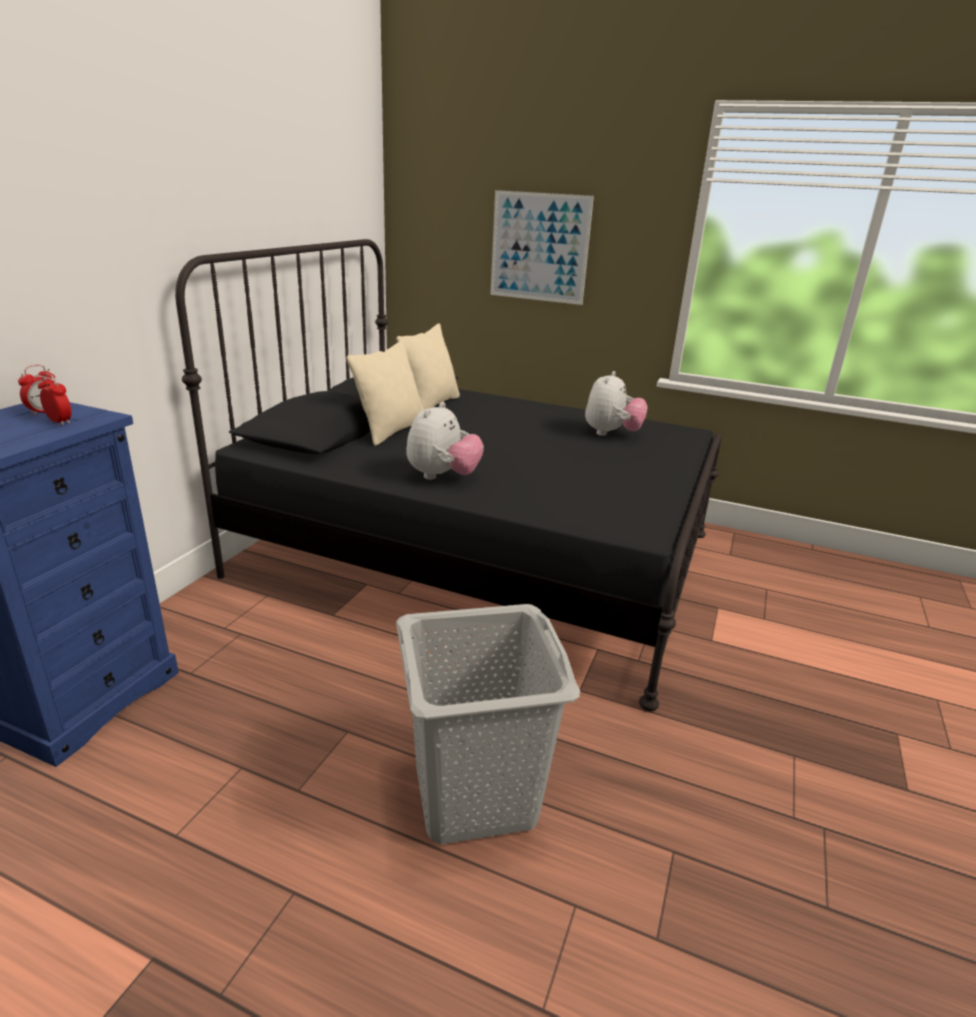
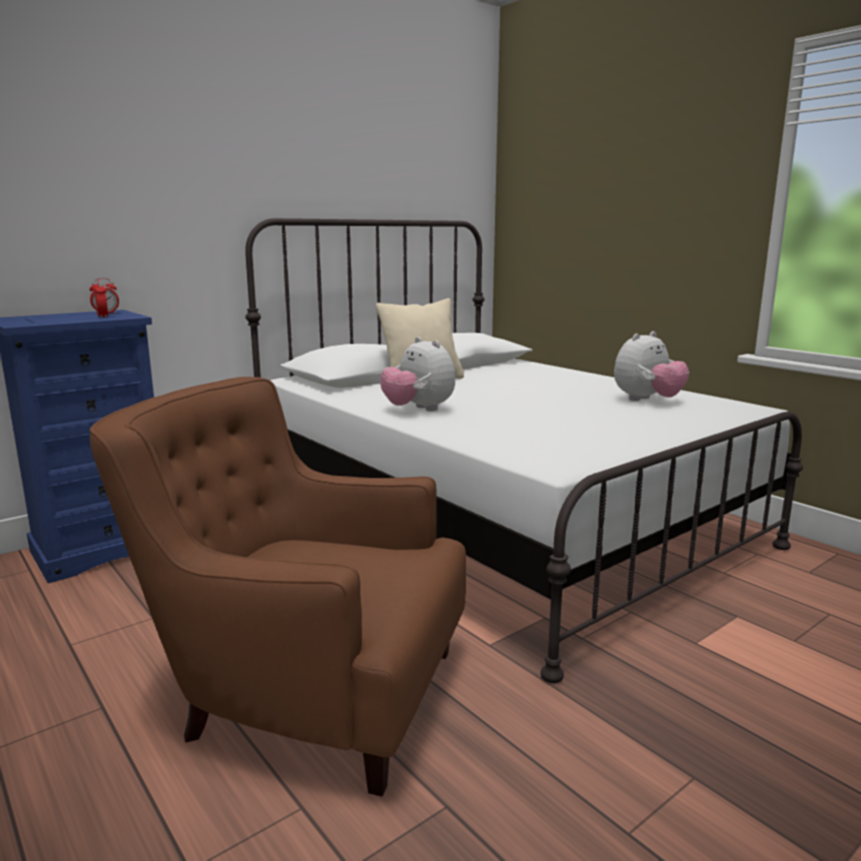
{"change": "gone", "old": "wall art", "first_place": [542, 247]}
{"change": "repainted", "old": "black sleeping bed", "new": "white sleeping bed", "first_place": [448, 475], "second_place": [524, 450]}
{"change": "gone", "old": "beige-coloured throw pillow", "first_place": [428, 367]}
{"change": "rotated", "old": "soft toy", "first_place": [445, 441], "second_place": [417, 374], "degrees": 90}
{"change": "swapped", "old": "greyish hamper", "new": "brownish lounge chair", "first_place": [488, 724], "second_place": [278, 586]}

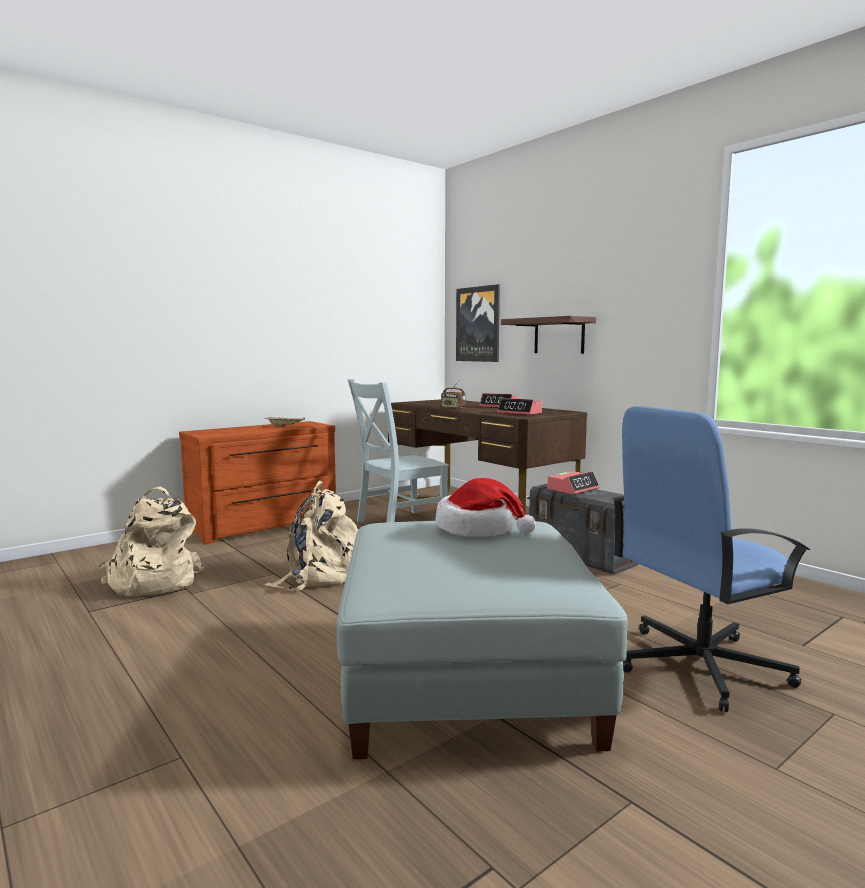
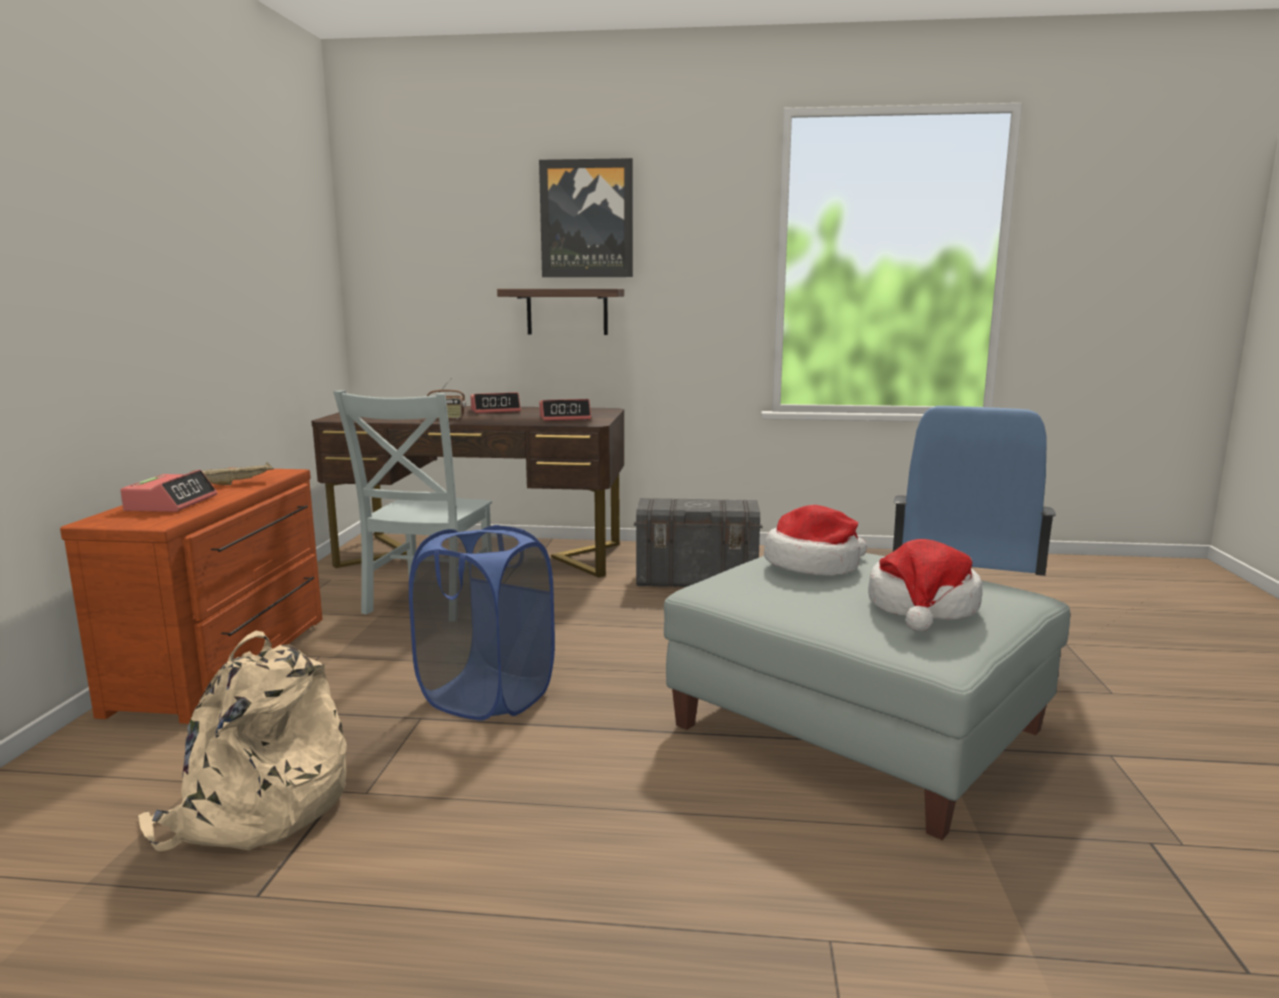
{"change": "shifted", "old": "wall art", "first_place": [478, 323], "second_place": [586, 217]}
{"change": "shifted", "old": "bedside clock", "first_place": [573, 483], "second_place": [168, 490]}
{"change": "swapped", "old": "beige-coloured backpack", "new": "blue hamper", "first_place": [311, 535], "second_place": [482, 622]}
{"change": "new", "new": "clothing hat", "second_place": [925, 585]}

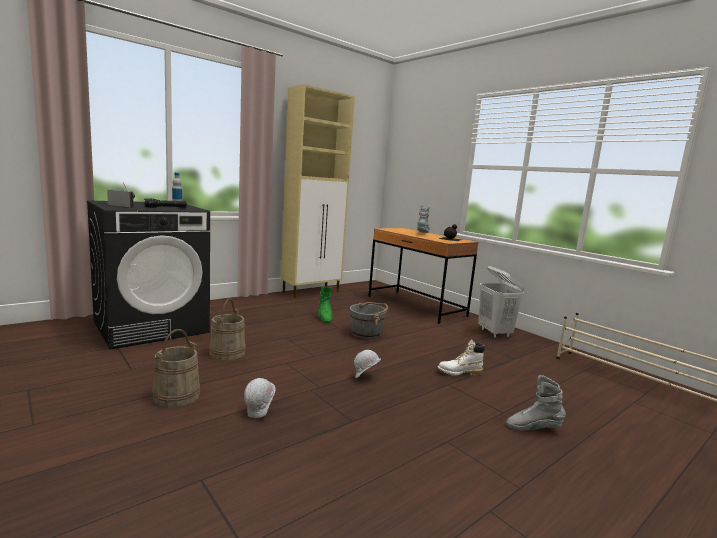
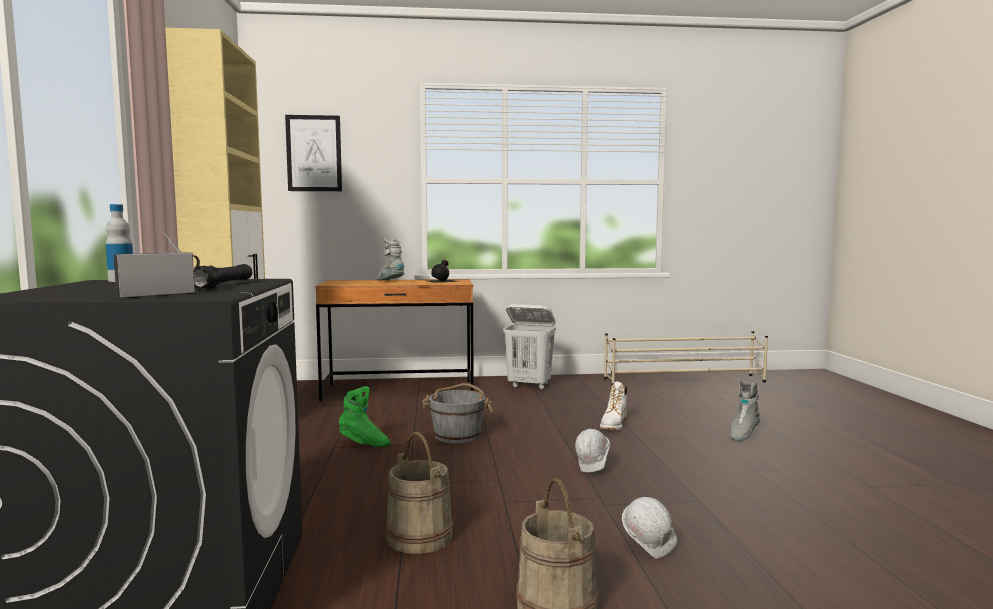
{"change": "new", "new": "wall art", "second_place": [313, 153]}

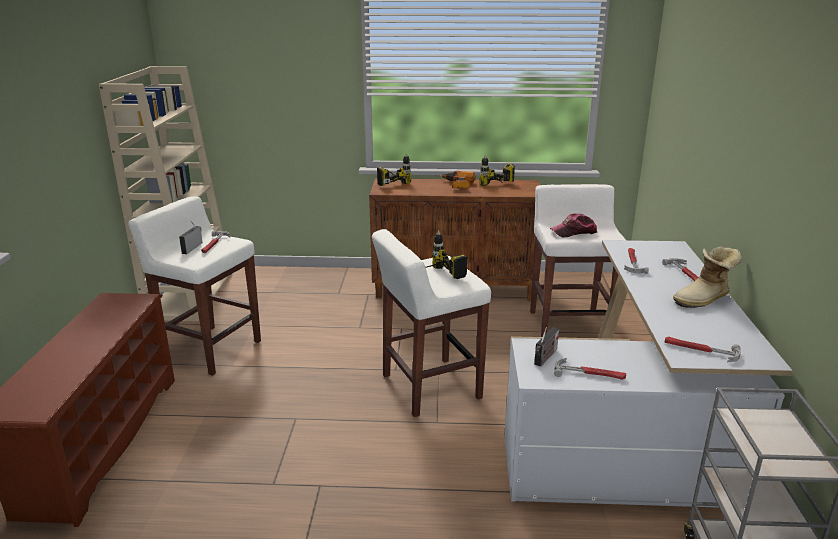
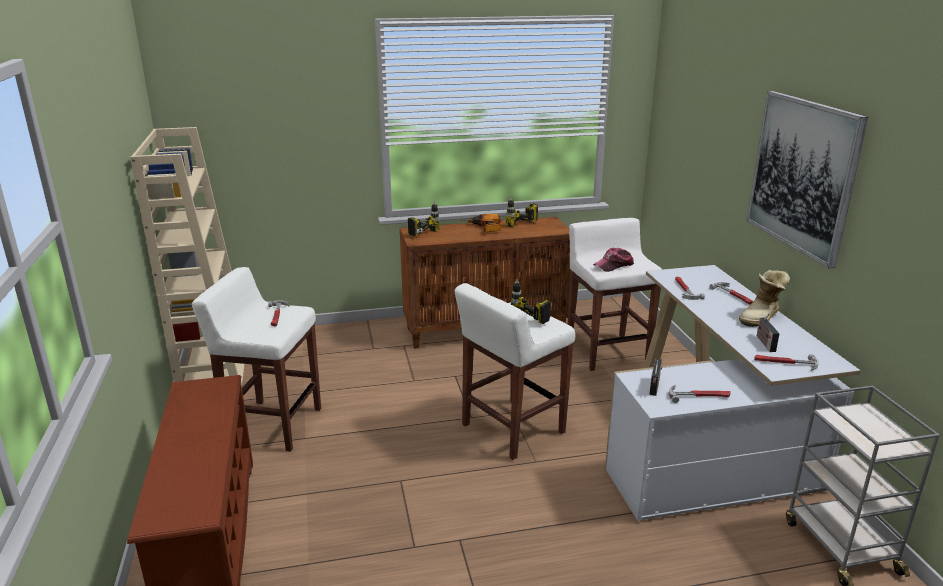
{"change": "shifted", "old": "radio receiver", "first_place": [191, 237], "second_place": [768, 332]}
{"change": "new", "new": "wall art", "second_place": [807, 179]}

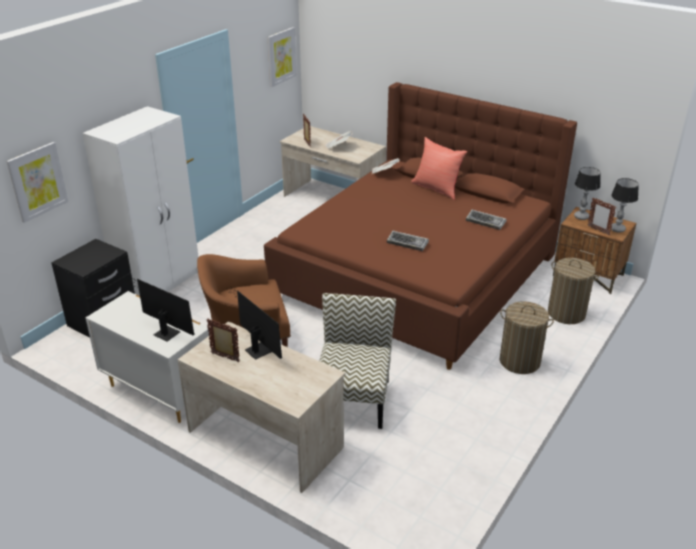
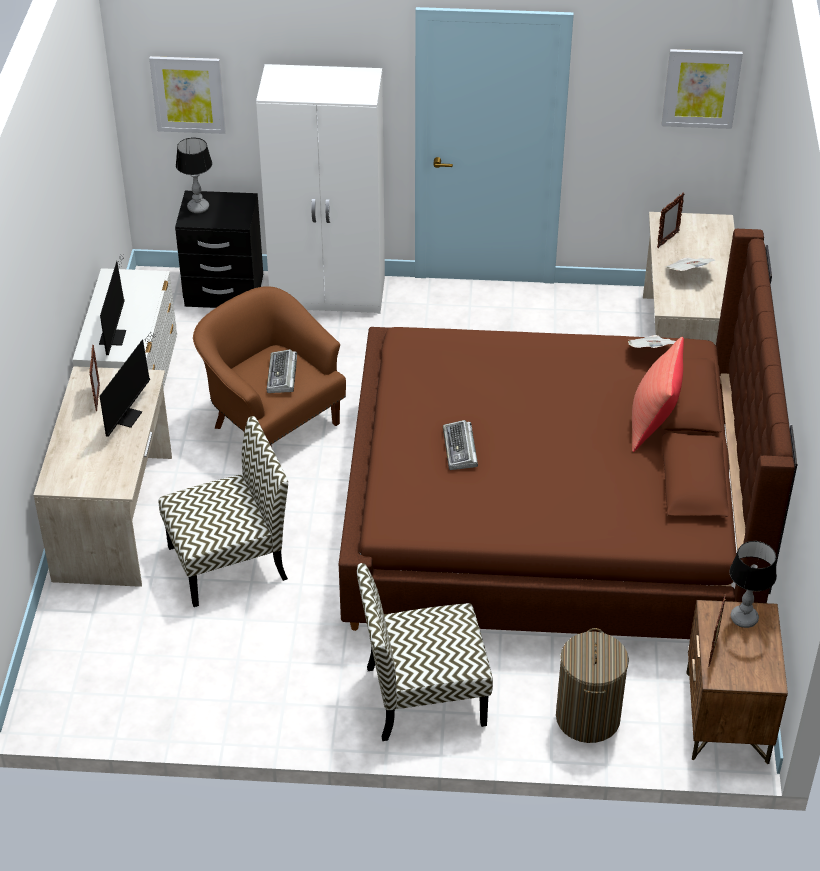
{"change": "shifted", "old": "tabletop lamp", "first_place": [625, 205], "second_place": [194, 175]}
{"change": "shifted", "old": "PC keyboard", "first_place": [486, 220], "second_place": [281, 371]}
{"change": "swapped", "old": "hamper", "new": "chair", "first_place": [527, 337], "second_place": [425, 652]}

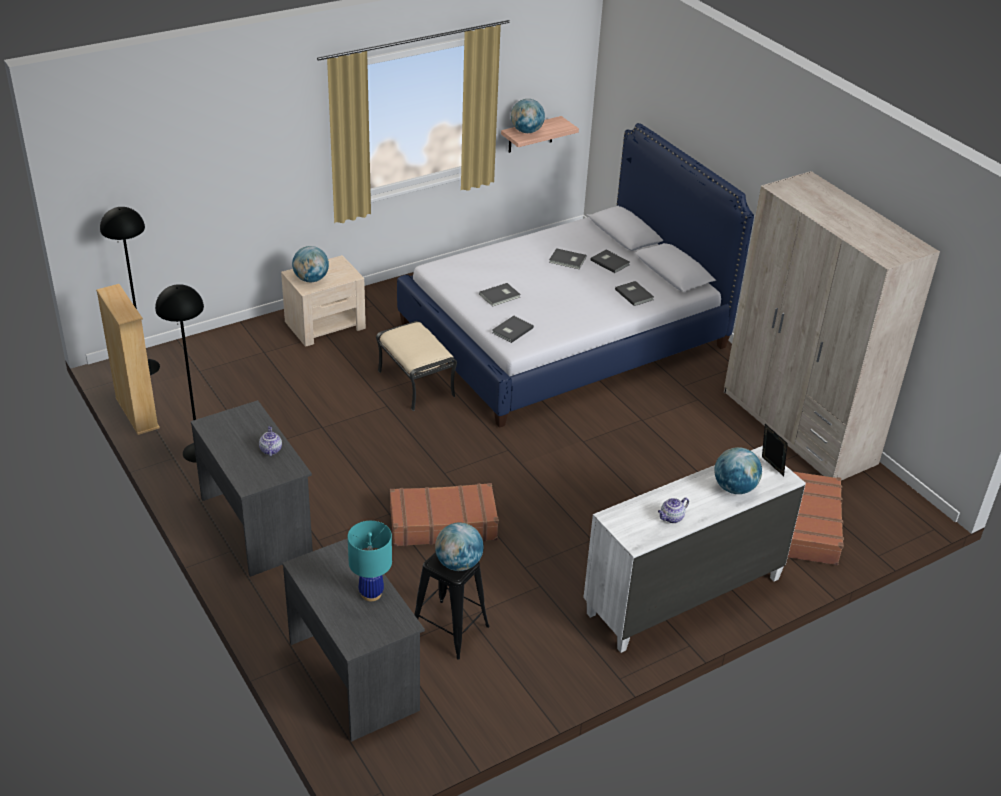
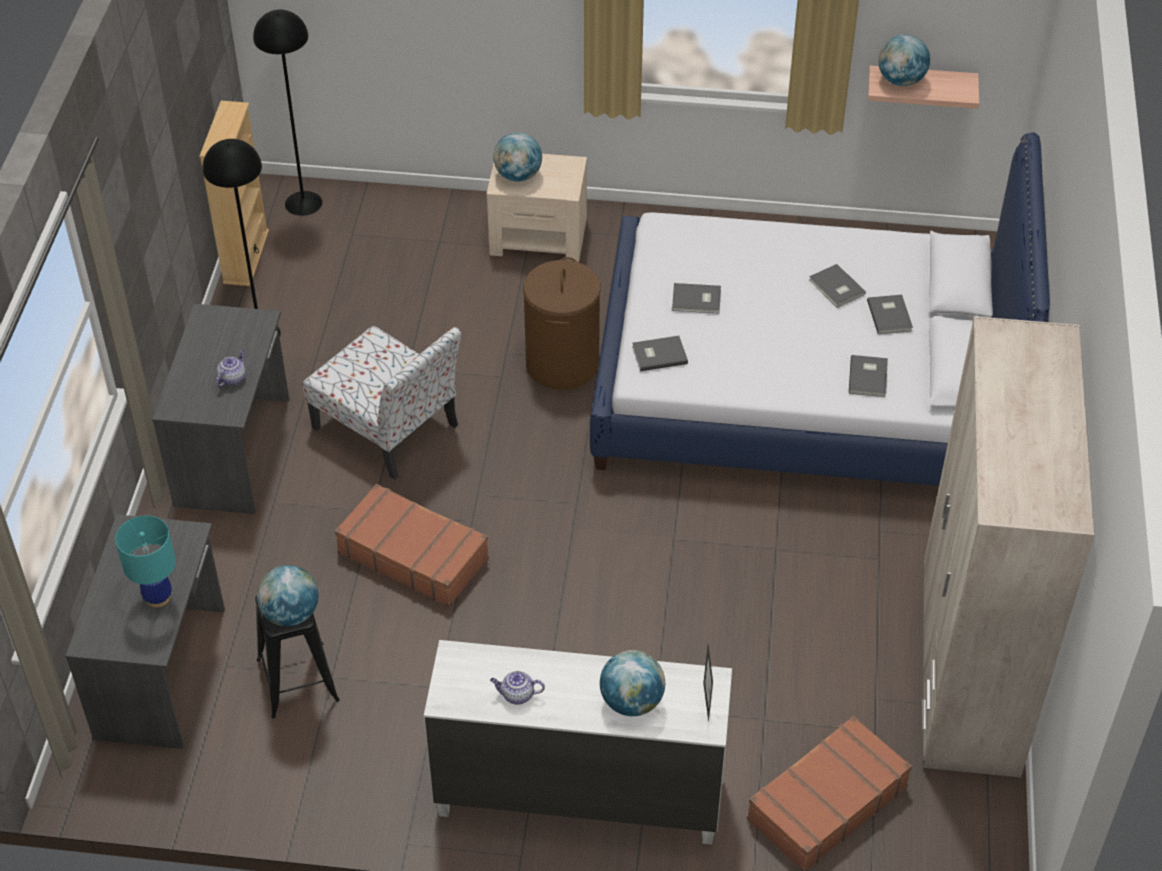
{"change": "swapped", "old": "beige-coloured footrest", "new": "brownish hamper", "first_place": [416, 366], "second_place": [562, 323]}
{"change": "new", "new": "chair", "second_place": [382, 403]}

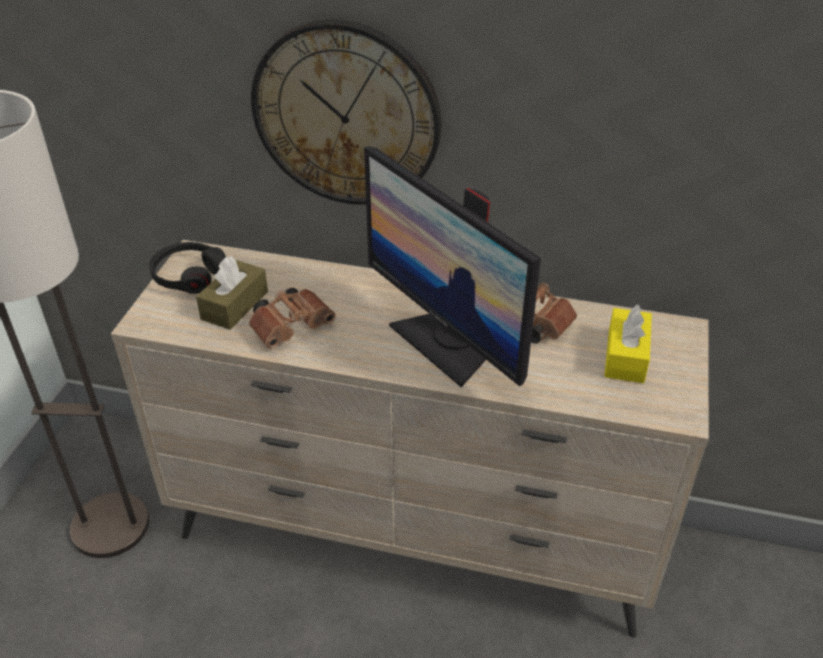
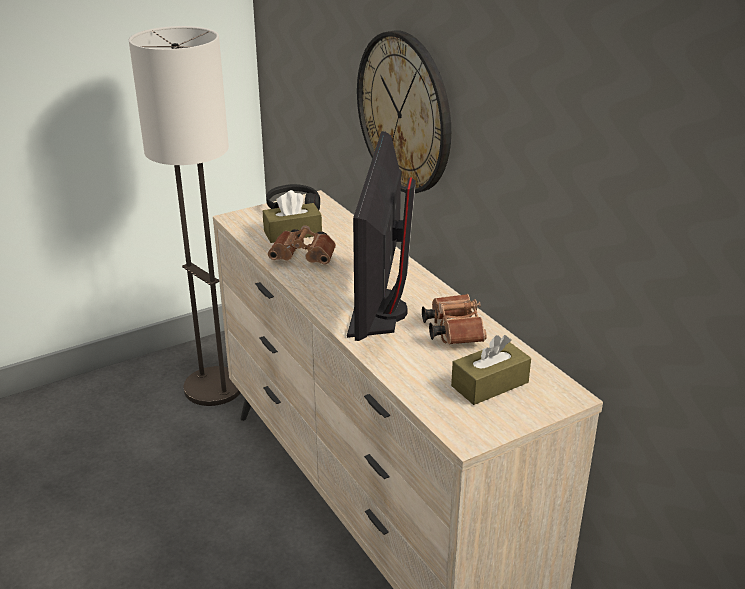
{"change": "repainted", "old": "yellow-coloured tissue holder", "new": "brownish tissue holder", "first_place": [628, 344], "second_place": [491, 370]}

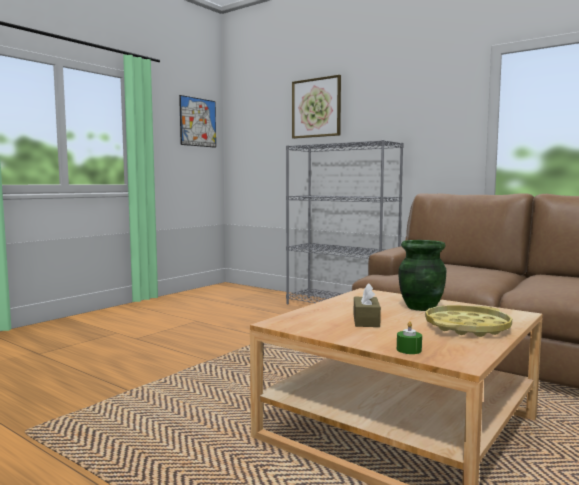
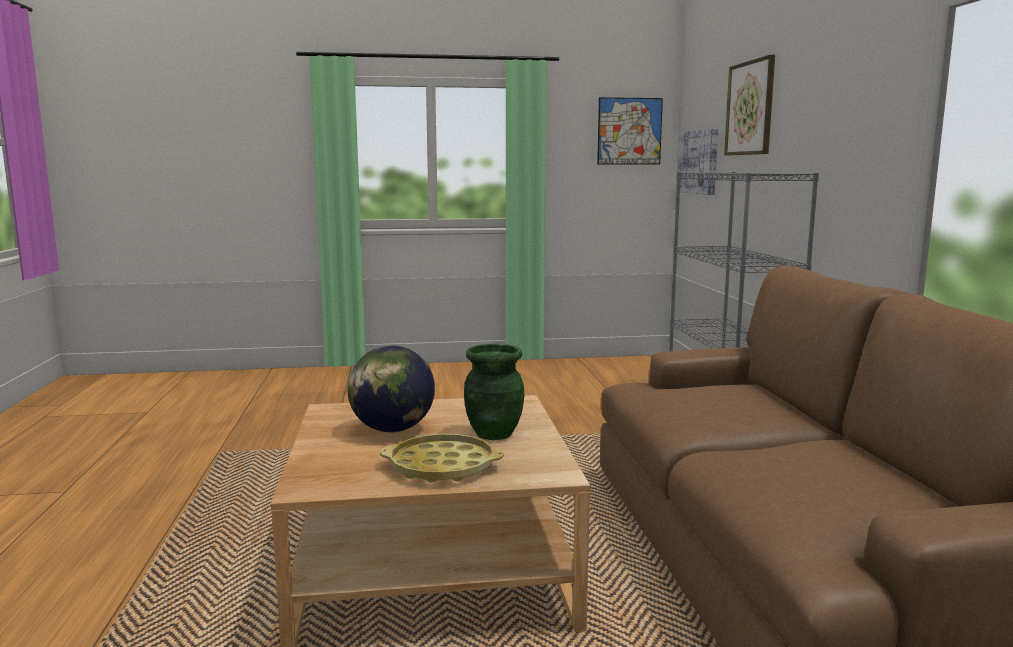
{"change": "swapped", "old": "brownish tissue holder", "new": "desk globe", "first_place": [367, 305], "second_place": [391, 388]}
{"change": "gone", "old": "green-coloured wax light", "first_place": [409, 337]}
{"change": "new", "new": "wall art", "second_place": [697, 162]}

